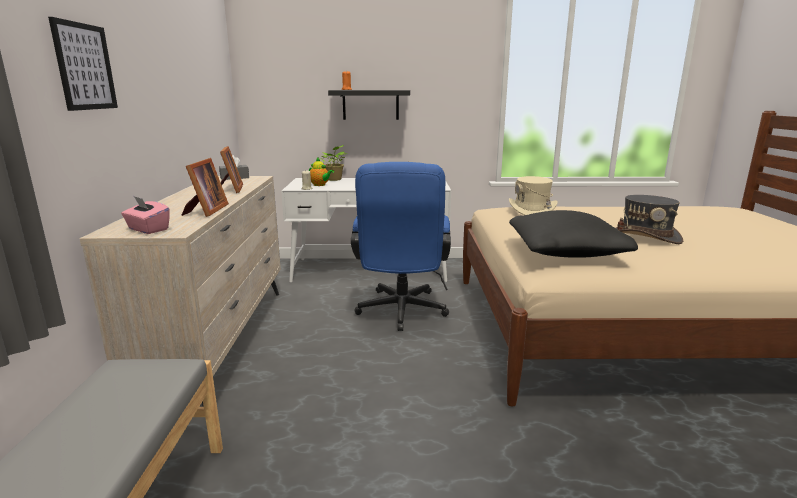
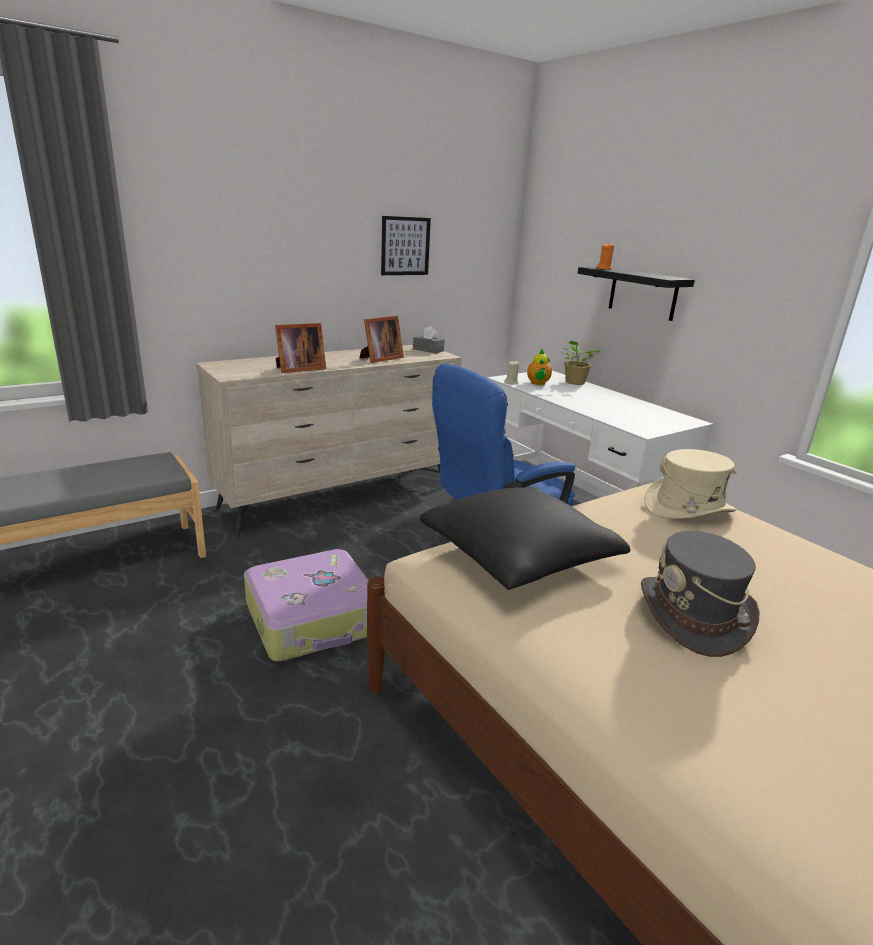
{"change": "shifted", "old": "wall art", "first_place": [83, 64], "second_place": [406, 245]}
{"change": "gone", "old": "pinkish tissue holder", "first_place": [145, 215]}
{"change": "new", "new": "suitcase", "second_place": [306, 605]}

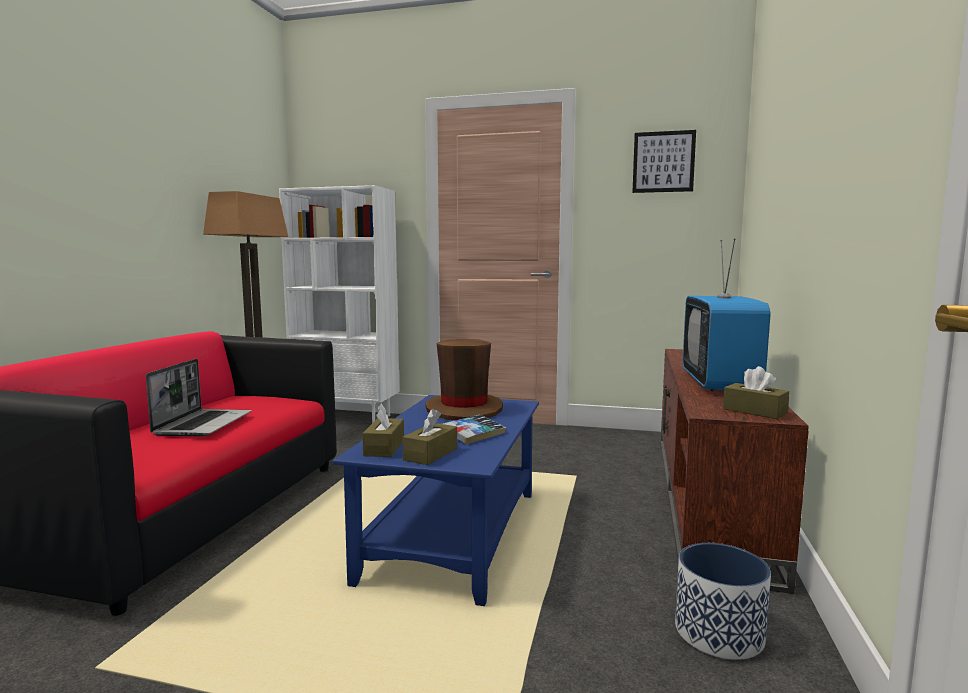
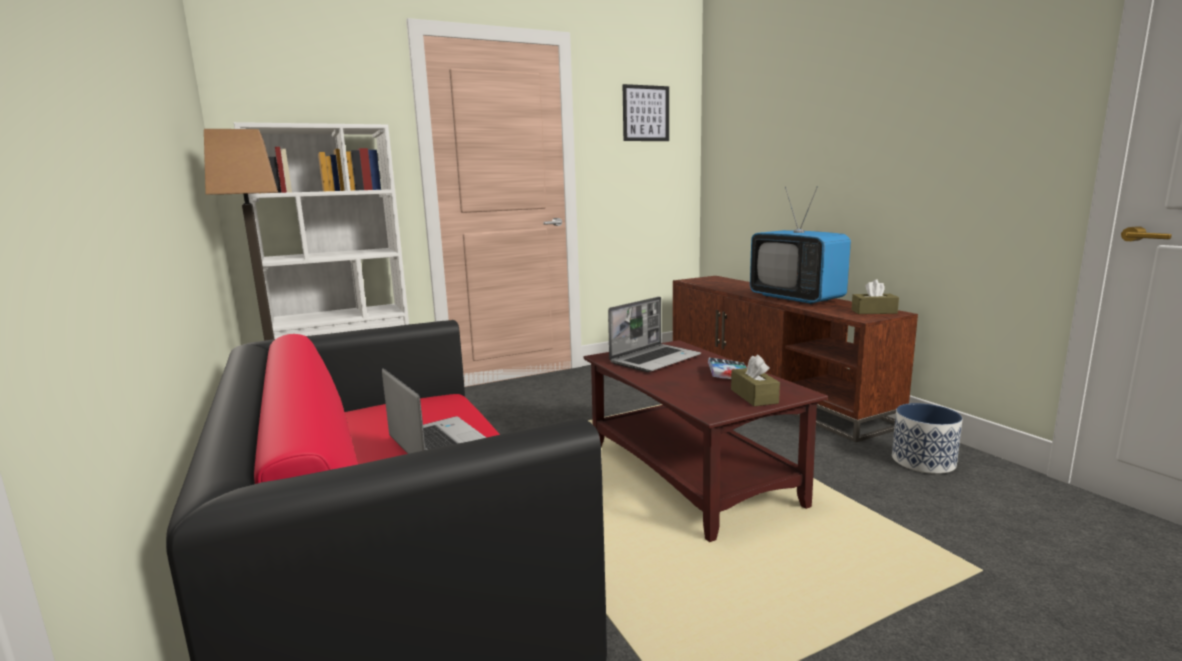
{"change": "swapped", "old": "brownish clothing hat", "new": "notebook computer", "first_place": [464, 379], "second_place": [654, 334]}
{"change": "repainted", "old": "blue low table", "new": "brownish low table", "first_place": [436, 500], "second_place": [706, 441]}
{"change": "gone", "old": "brownish tissue holder", "first_place": [383, 430]}

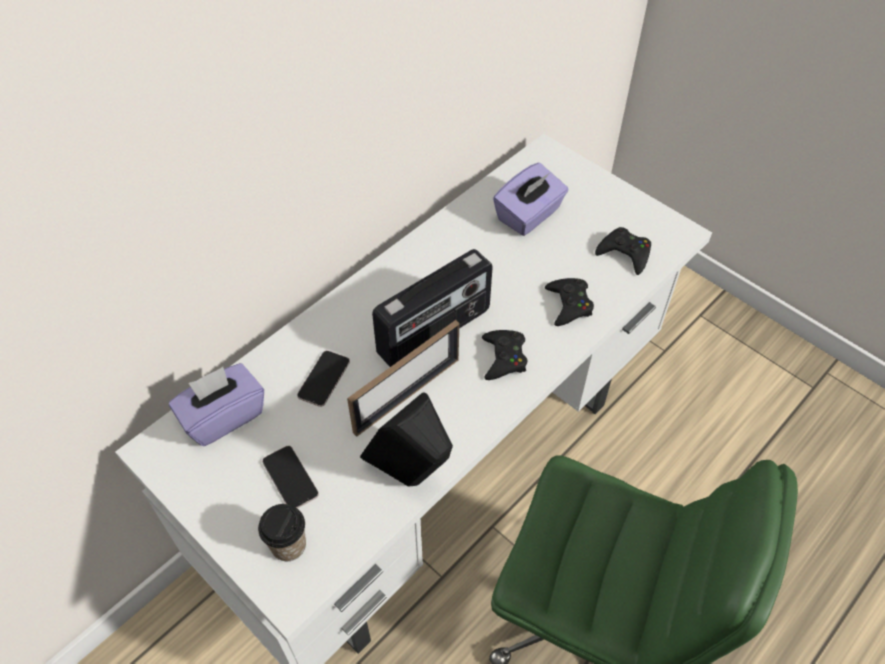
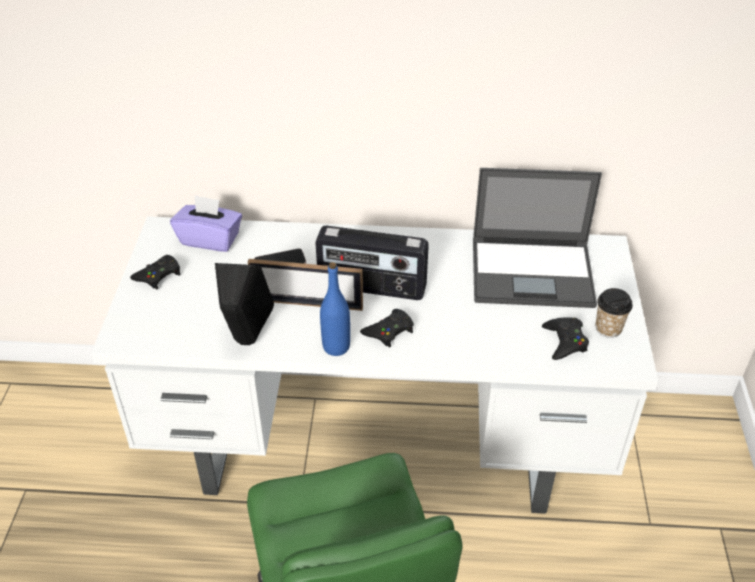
{"change": "swapped", "old": "purplish tissue holder", "new": "notebook computer", "first_place": [531, 199], "second_place": [537, 238]}
{"change": "shifted", "old": "black joypad", "first_place": [569, 302], "second_place": [155, 272]}
{"change": "gone", "old": "phone", "first_place": [290, 477]}
{"change": "shifted", "old": "cup", "first_place": [282, 532], "second_place": [614, 313]}
{"change": "new", "new": "blue drink bottle", "second_place": [335, 309]}

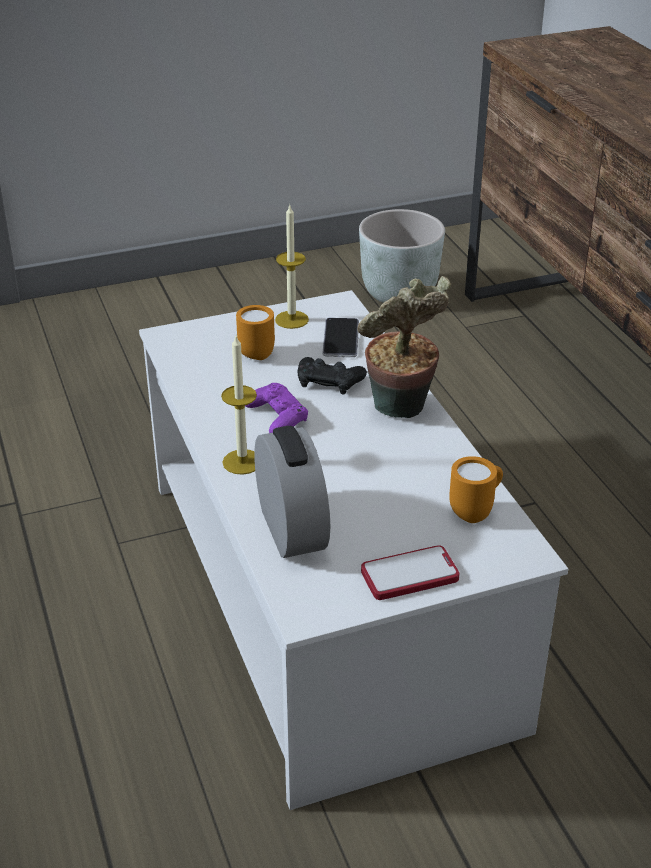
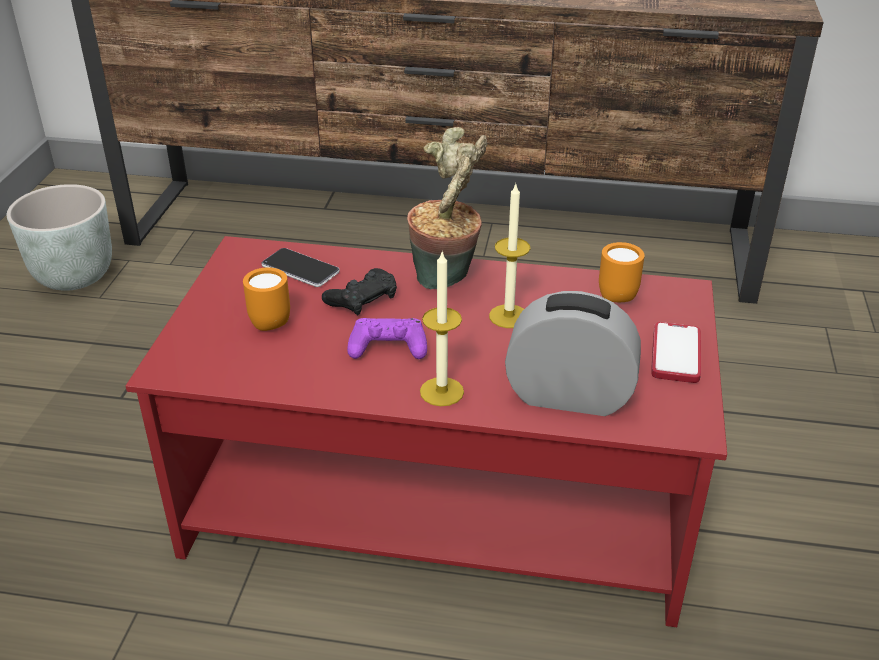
{"change": "shifted", "old": "wax light", "first_place": [292, 267], "second_place": [509, 255]}
{"change": "repainted", "old": "white low table", "new": "red low table", "first_place": [353, 550], "second_place": [426, 431]}

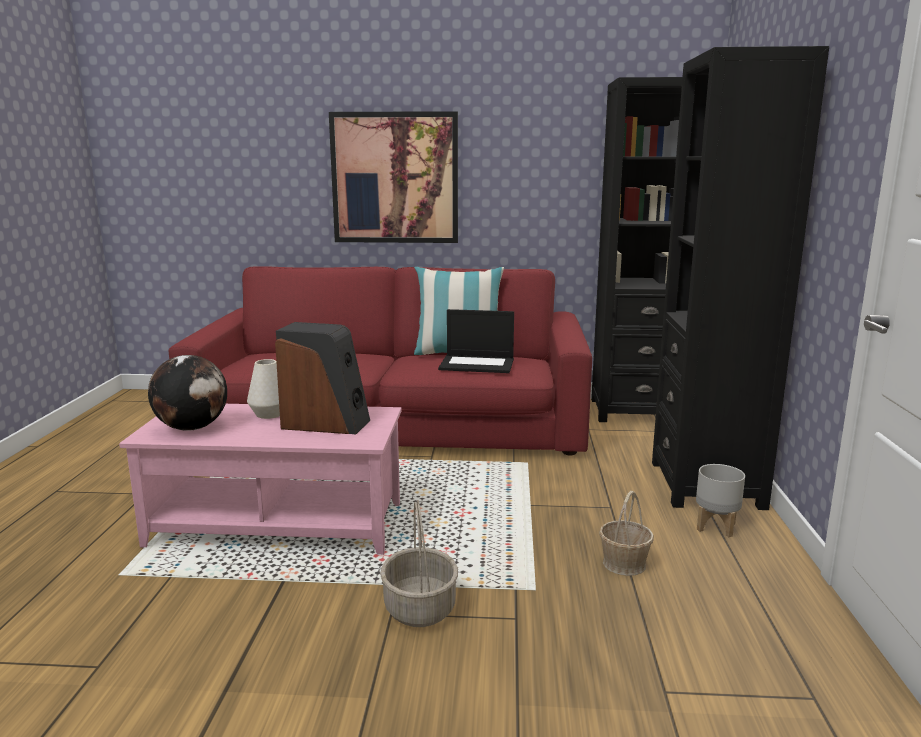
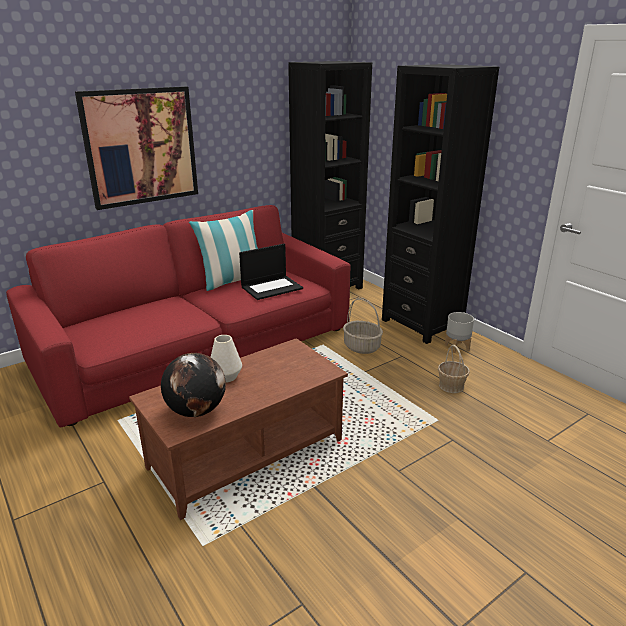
{"change": "gone", "old": "loudspeaker", "first_place": [322, 378]}
{"change": "repainted", "old": "pinkish low table", "new": "brownish low table", "first_place": [260, 479], "second_place": [238, 429]}
{"change": "shifted", "old": "storage basket", "first_place": [419, 563], "second_place": [363, 326]}

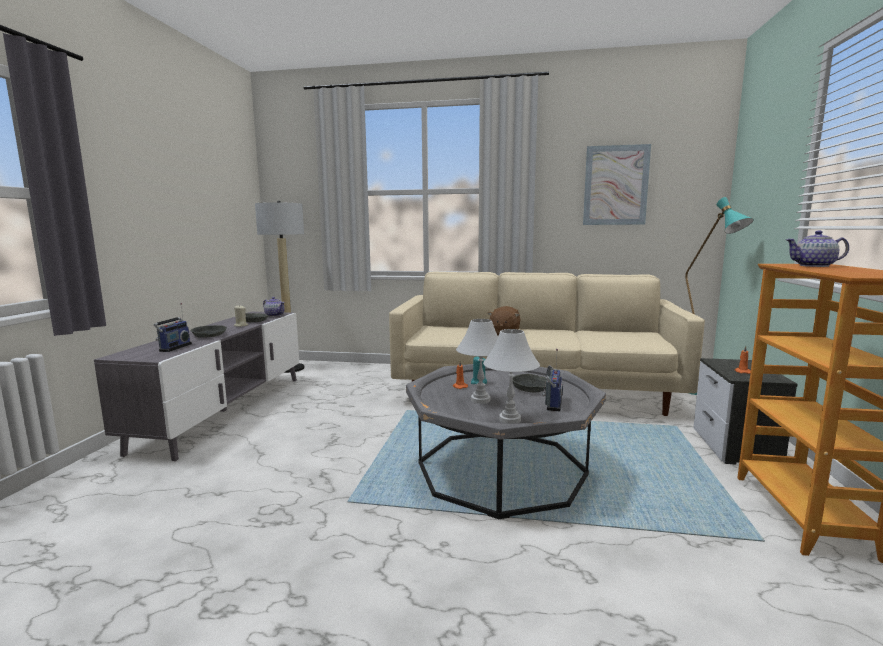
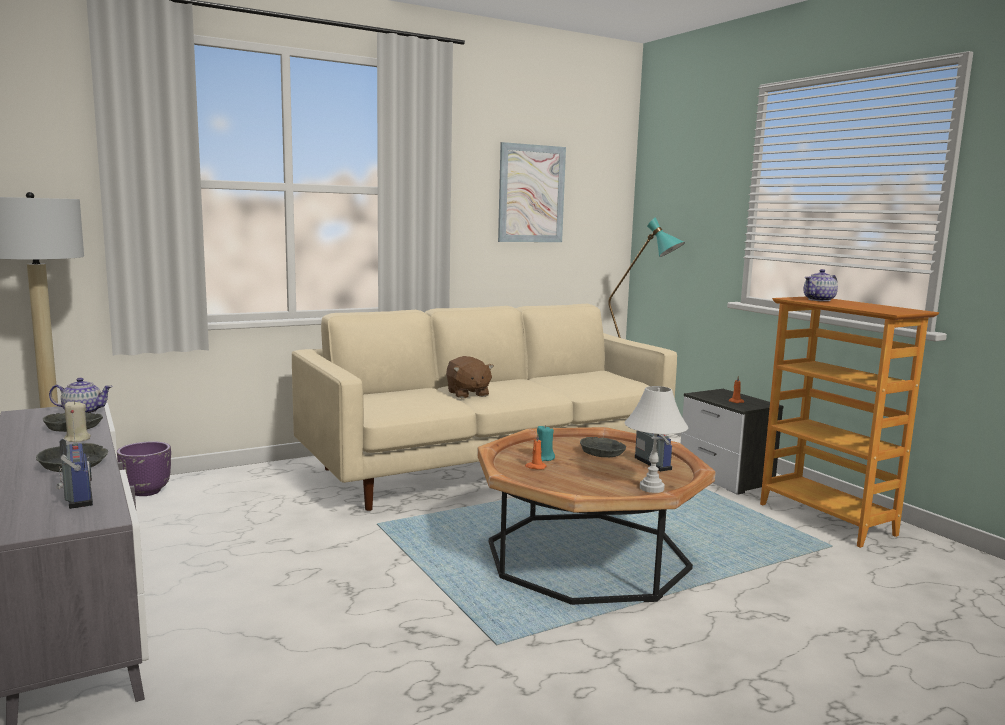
{"change": "gone", "old": "white tabletop lamp", "first_place": [477, 361]}
{"change": "repainted", "old": "greyish low table", "new": "brownish low table", "first_place": [506, 441], "second_place": [596, 516]}
{"change": "new", "new": "purplish plant pot", "second_place": [144, 468]}

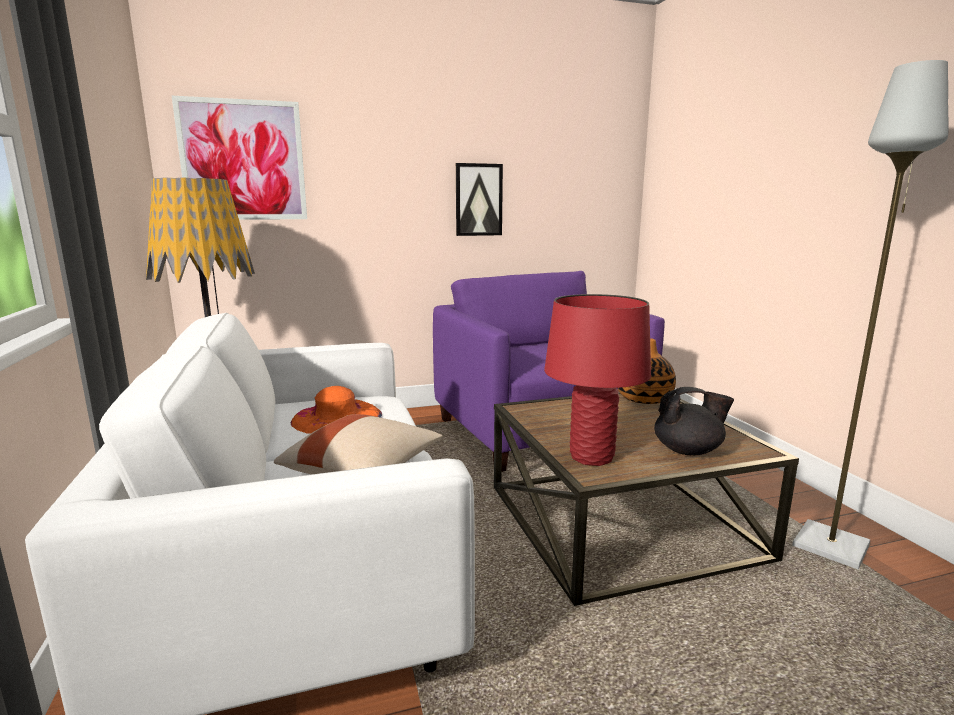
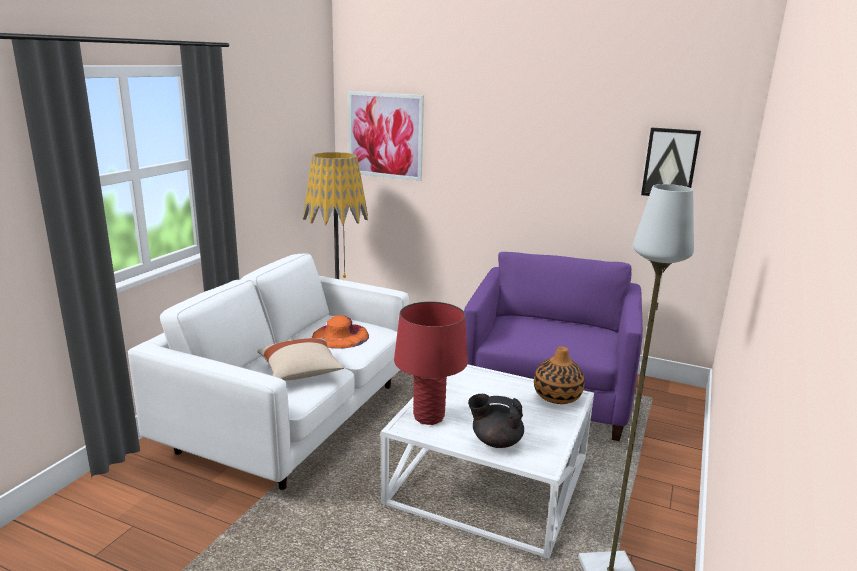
{"change": "shifted", "old": "wall art", "first_place": [479, 199], "second_place": [671, 161]}
{"change": "rotated", "old": "black tea pot", "first_place": [694, 421], "second_place": [496, 421], "degrees": 150}
{"change": "repainted", "old": "brownish low table", "new": "white low table", "first_place": [646, 498], "second_place": [487, 461]}

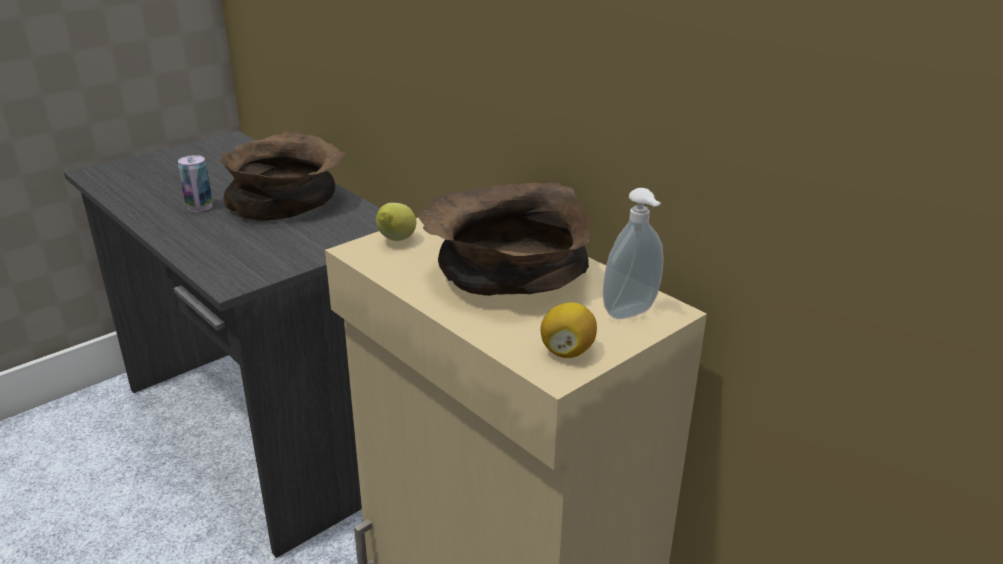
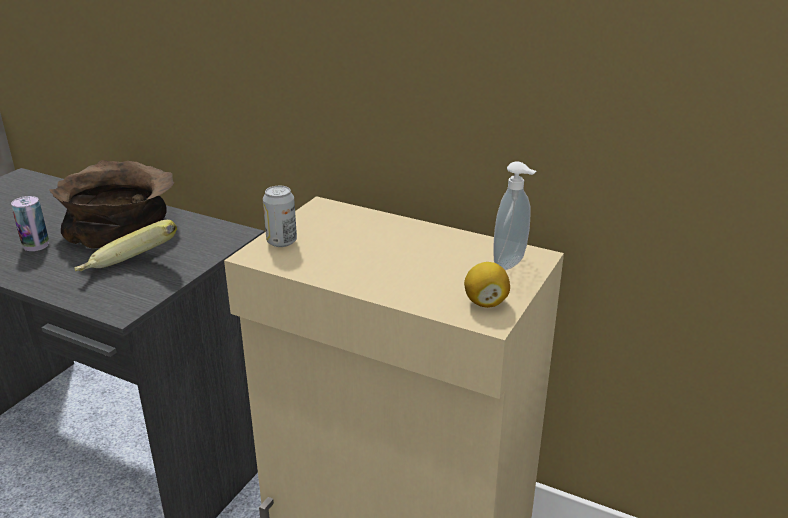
{"change": "gone", "old": "brownish serving bowl", "first_place": [504, 239]}
{"change": "swapped", "old": "whole lemon", "new": "sealed can", "first_place": [396, 222], "second_place": [280, 216]}
{"change": "new", "new": "whole banana", "second_place": [125, 245]}

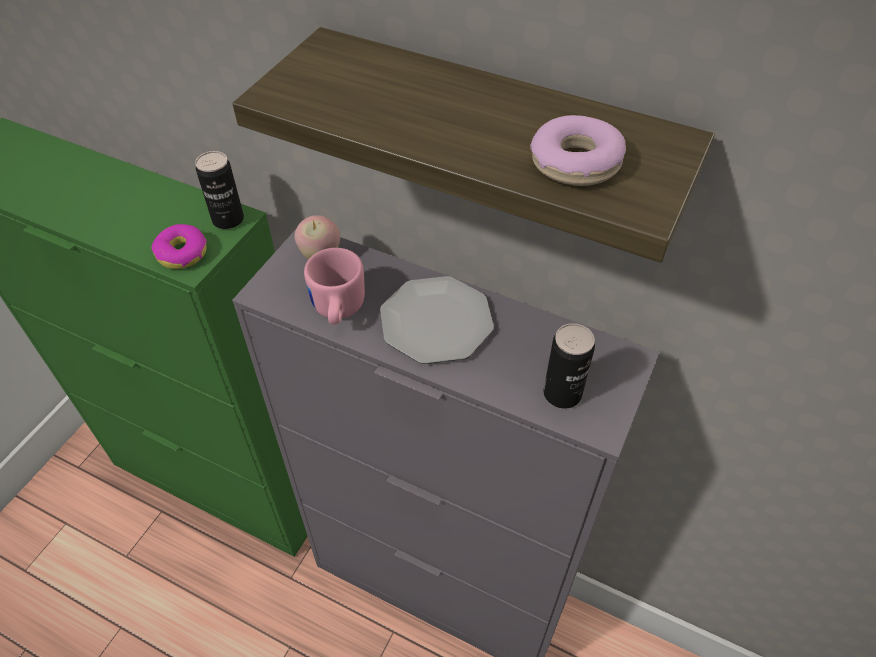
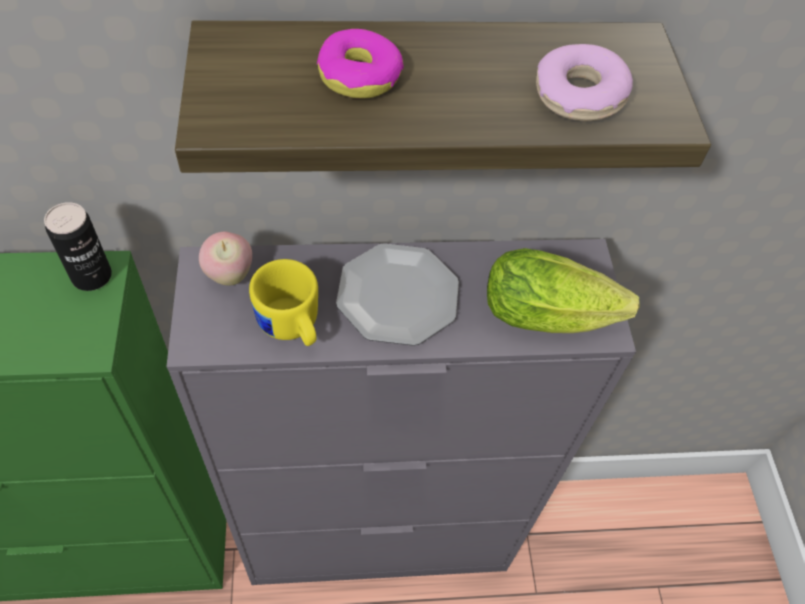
{"change": "shifted", "old": "ring doughnut", "first_place": [179, 246], "second_place": [360, 64]}
{"change": "repainted", "old": "pinkish tea mug", "new": "yellow-coloured tea mug", "first_place": [334, 286], "second_place": [283, 302]}
{"change": "swapped", "old": "sealed can", "new": "lettuce head", "first_place": [569, 366], "second_place": [563, 290]}

